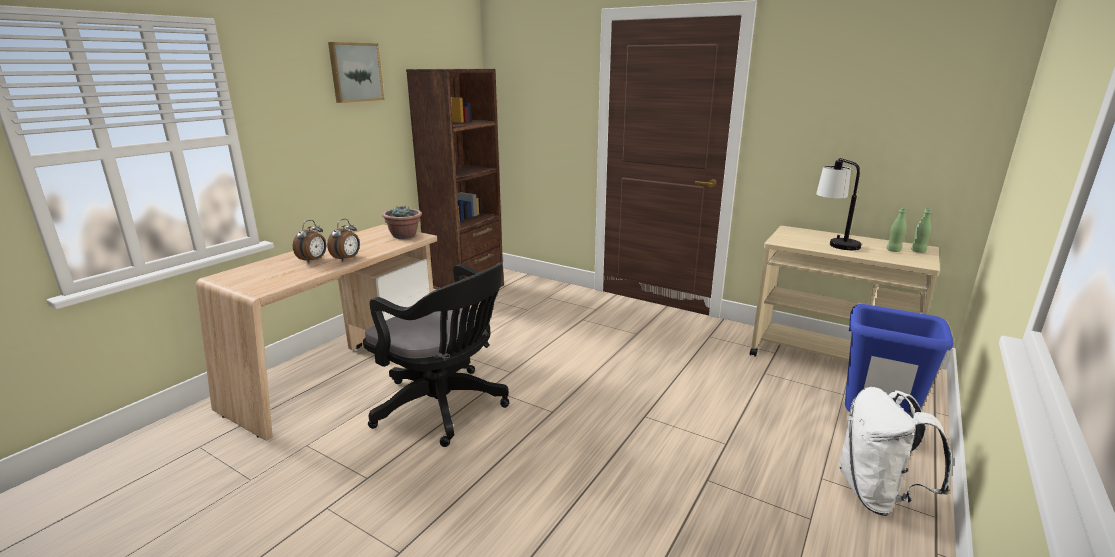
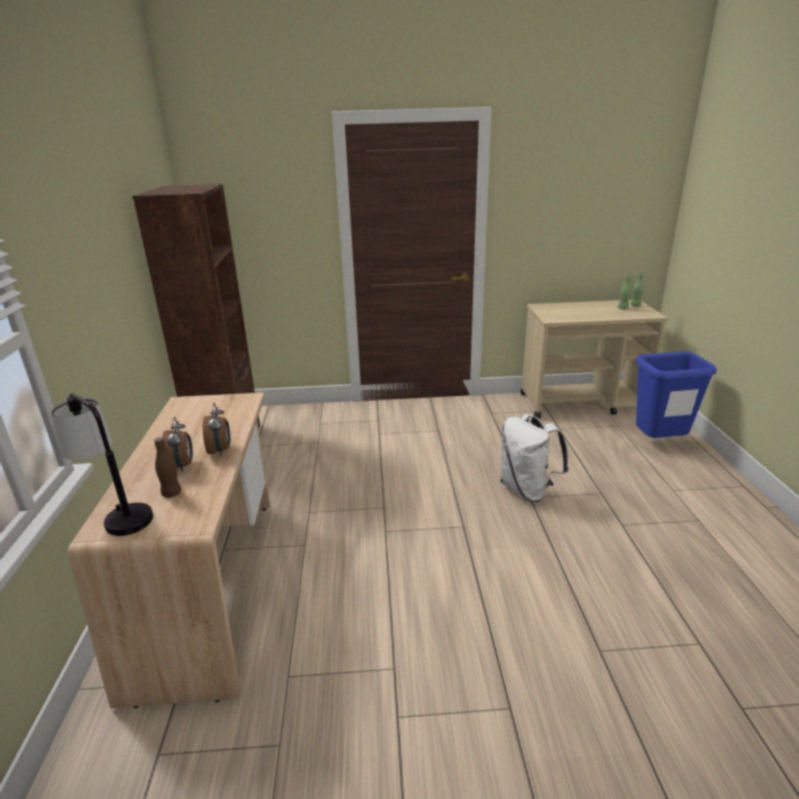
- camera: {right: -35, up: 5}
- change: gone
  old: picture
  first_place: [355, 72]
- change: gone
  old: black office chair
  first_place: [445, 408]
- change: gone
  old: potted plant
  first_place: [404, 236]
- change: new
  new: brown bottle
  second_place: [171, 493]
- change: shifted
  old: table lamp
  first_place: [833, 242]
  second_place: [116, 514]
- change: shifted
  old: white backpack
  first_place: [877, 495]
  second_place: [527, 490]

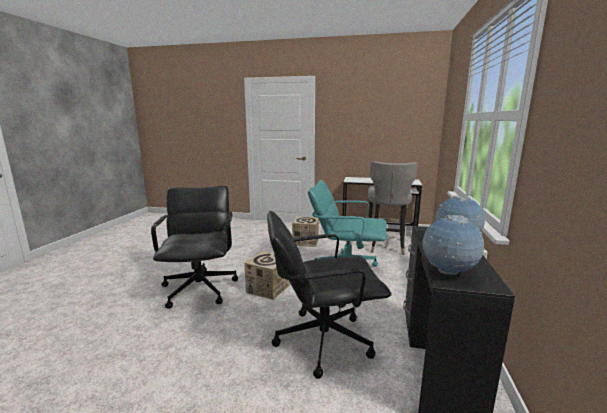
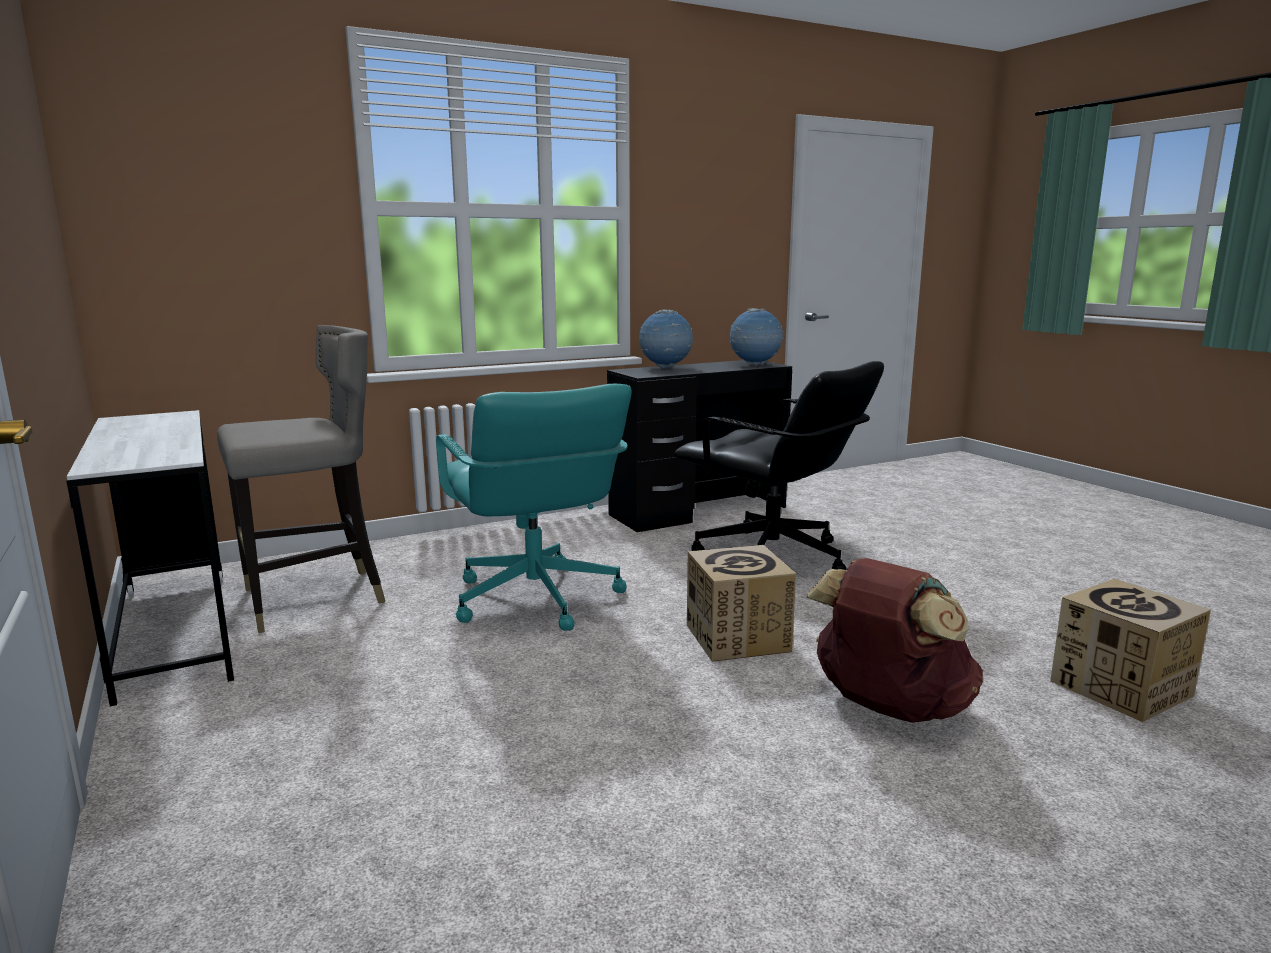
- camera: {right: -130, up: 0}
- change: shifted
  old: cardboard box
  first_place: [305, 242]
  second_place: [1120, 688]
- change: swapped
  old: black office chair
  new: brown backpack
  first_place: [200, 288]
  second_place: [888, 708]

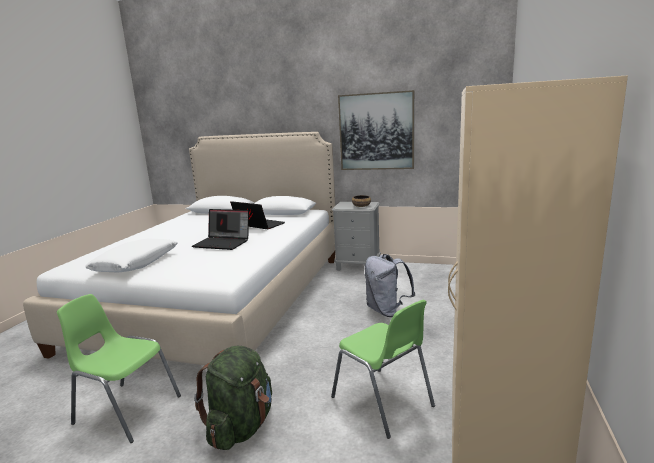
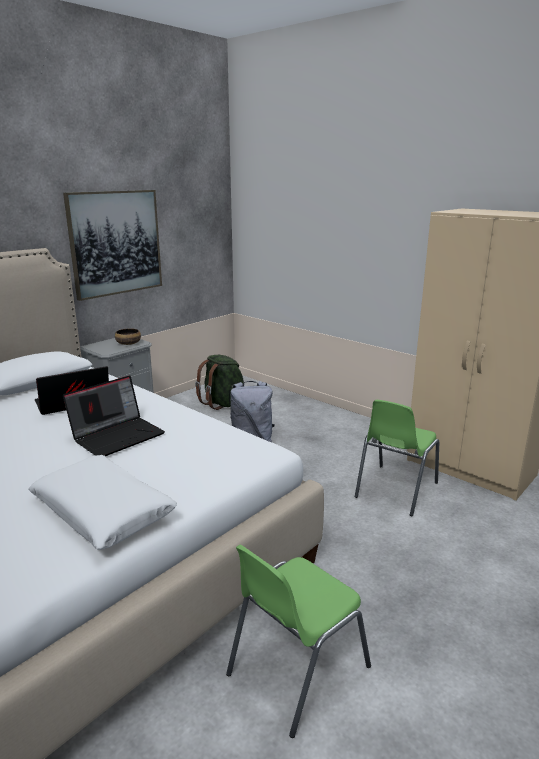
- camera: {right: -65, up: 5}
- change: shifted
  old: green backpack
  first_place: [241, 426]
  second_place: [223, 404]
- change: rotated
  old: green chair
  first_place: [383, 402]
  second_place: [394, 490]
  degrees: 135

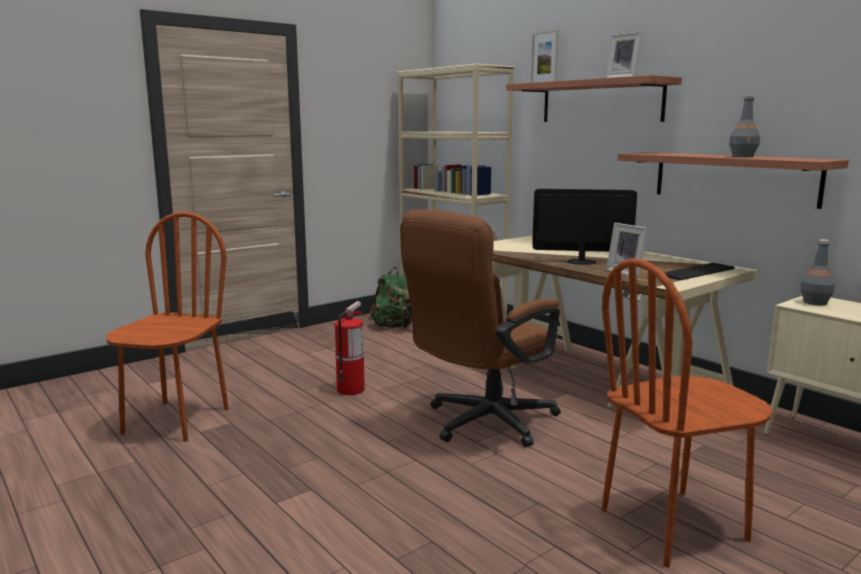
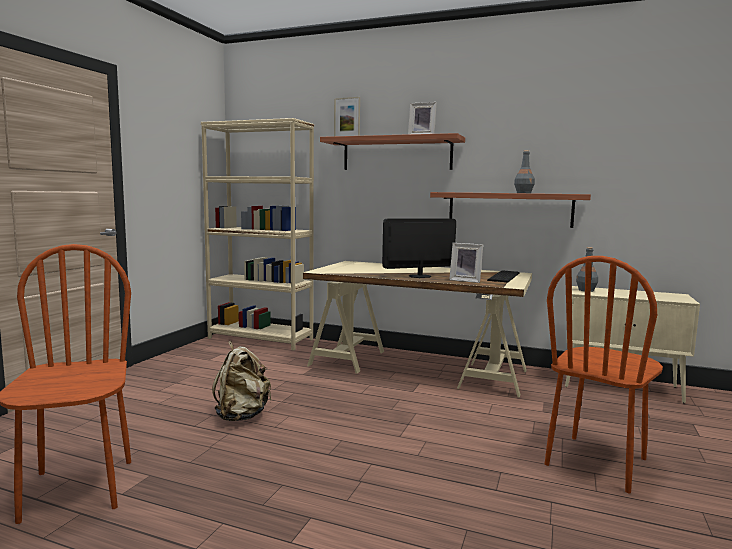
- camera: {right: -30, up: -5}
- change: gone
  old: green backpack
  first_place: [394, 327]
- change: gone
  old: brown office chair
  first_place: [481, 424]
- change: swapped
  old: fire extinguisher
  new: beige backpack
  first_place: [351, 389]
  second_place: [242, 416]

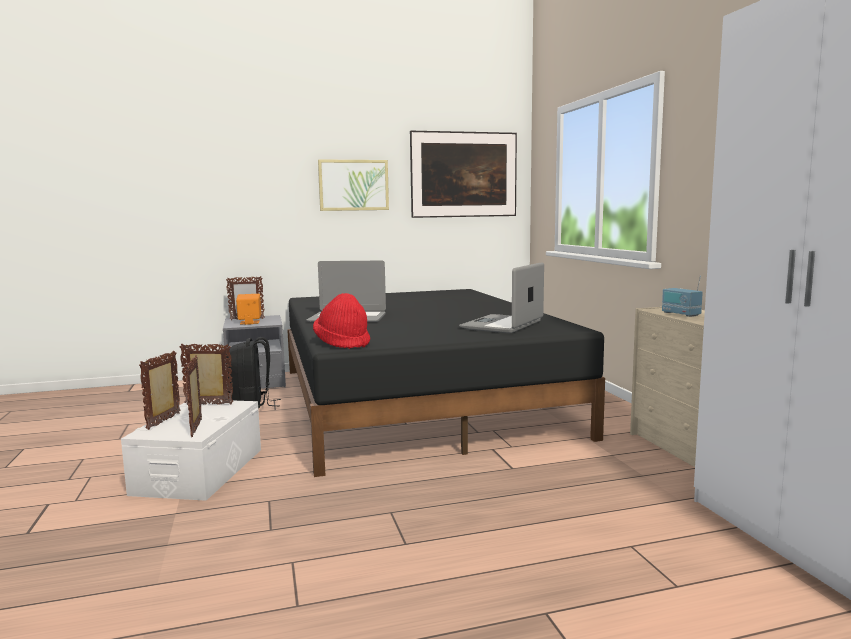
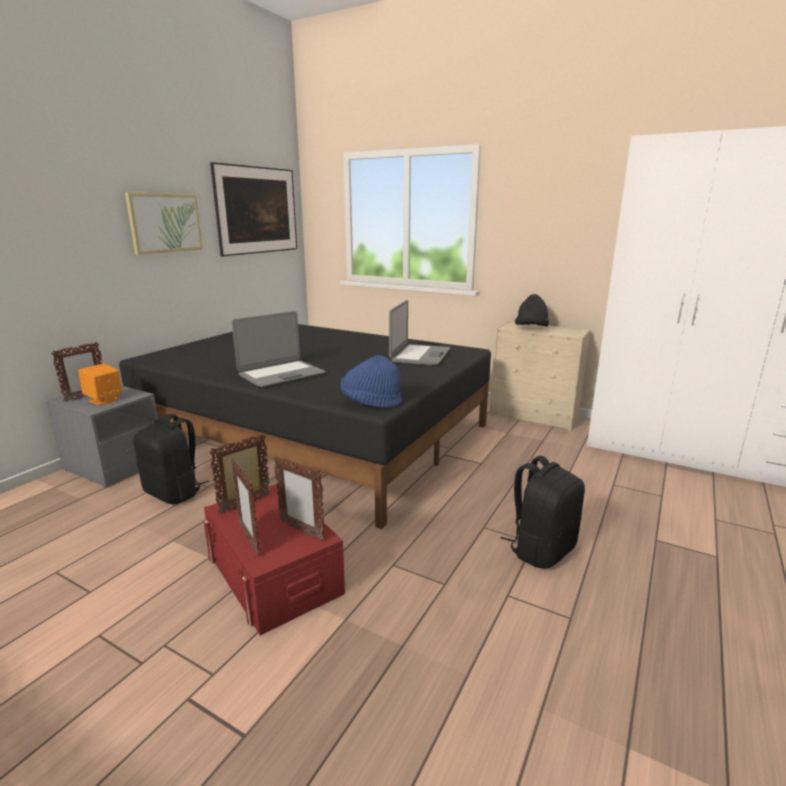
- camera: {right: -45, up: 10}
- change: new
  new: black backpack
  second_place: [541, 550]
- change: swapped
  old: radio
  new: black hat
  first_place: [680, 314]
  second_place: [531, 329]
- change: repainted
  old: white storage box
  new: red storage box
  first_place: [199, 471]
  second_place: [274, 574]
- change: repainted
  old: red hat
  new: blue hat
  first_place: [343, 343]
  second_place: [371, 402]
- change: rotated
  old: laptop
  first_place: [503, 325]
  second_place: [420, 355]
  degrees: -150

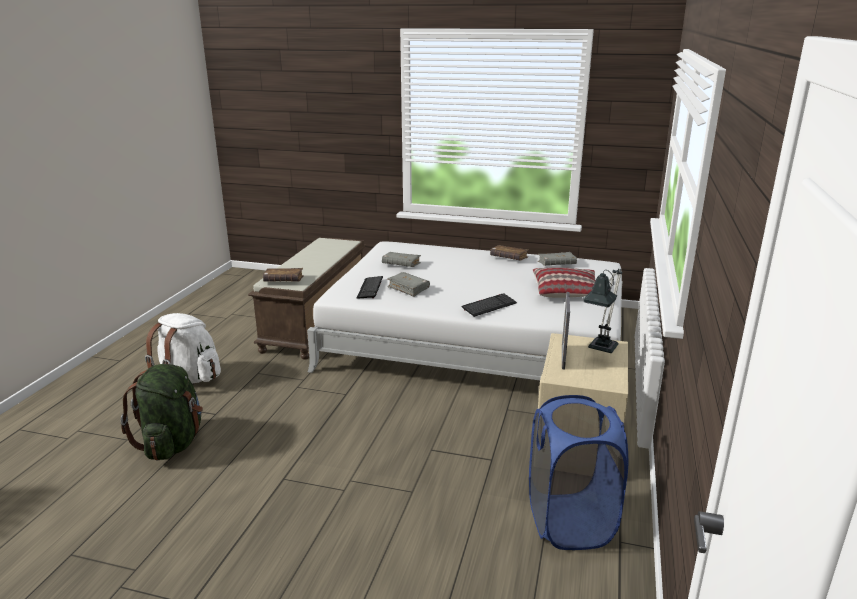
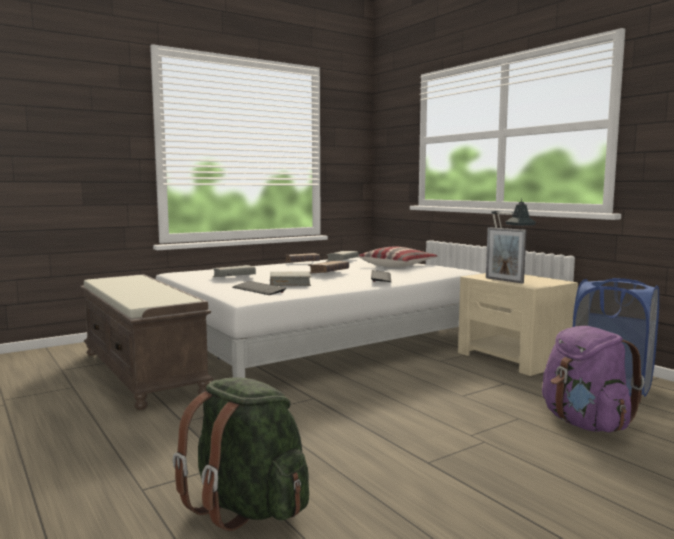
- camera: {right: -50, up: -15}
- change: gone
  old: white backpack
  first_place: [189, 378]
- change: new
  new: purple backpack
  second_place: [585, 423]
- change: shifted
  old: brown book
  first_place: [283, 280]
  second_place: [329, 272]

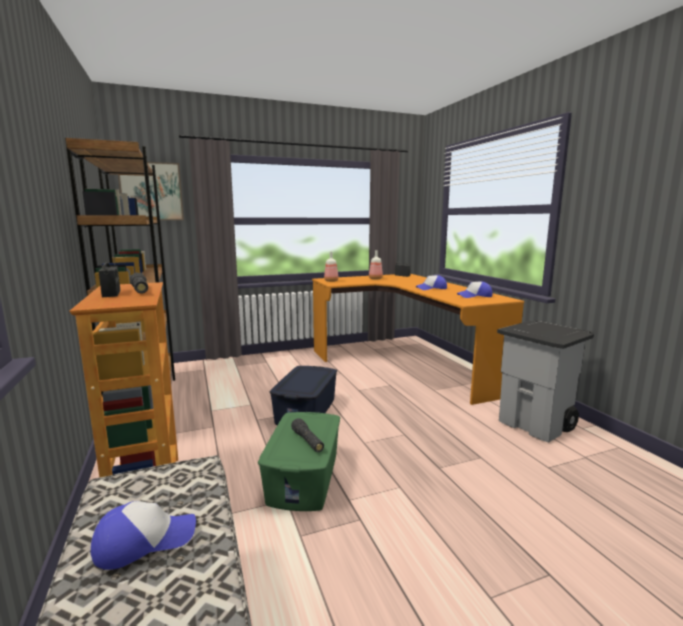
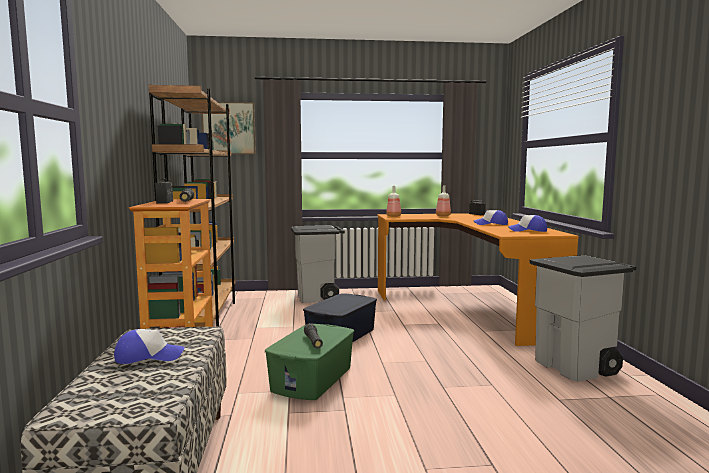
- camera: {right: 15, up: -5}
- change: new
  new: grey trash can
  second_place: [318, 298]

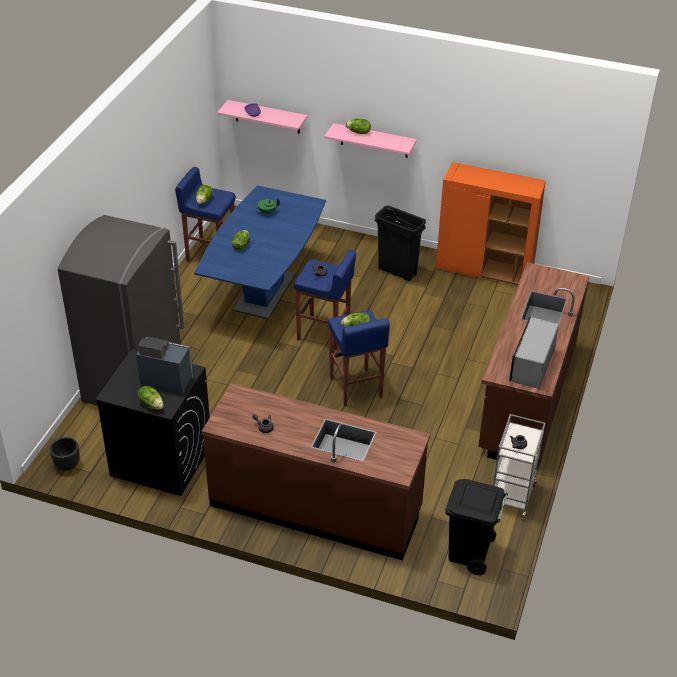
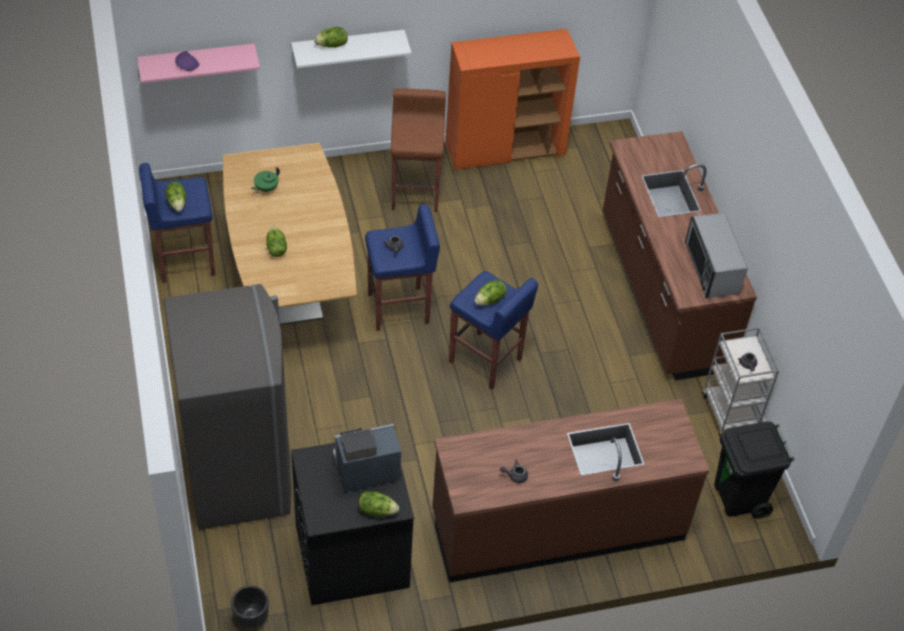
- camera: {right: -35, up: 10}
- change: swapped
  old: black trash can
  new: brown stool
  first_place: [397, 272]
  second_place: [416, 192]
- change: repainted
  old: blue dining table
  new: brown dining table
  first_place: [264, 292]
  second_place: [290, 285]
- change: repainted
  old: pink shelf
  new: white shelf
  first_place: [374, 140]
  second_place: [348, 47]

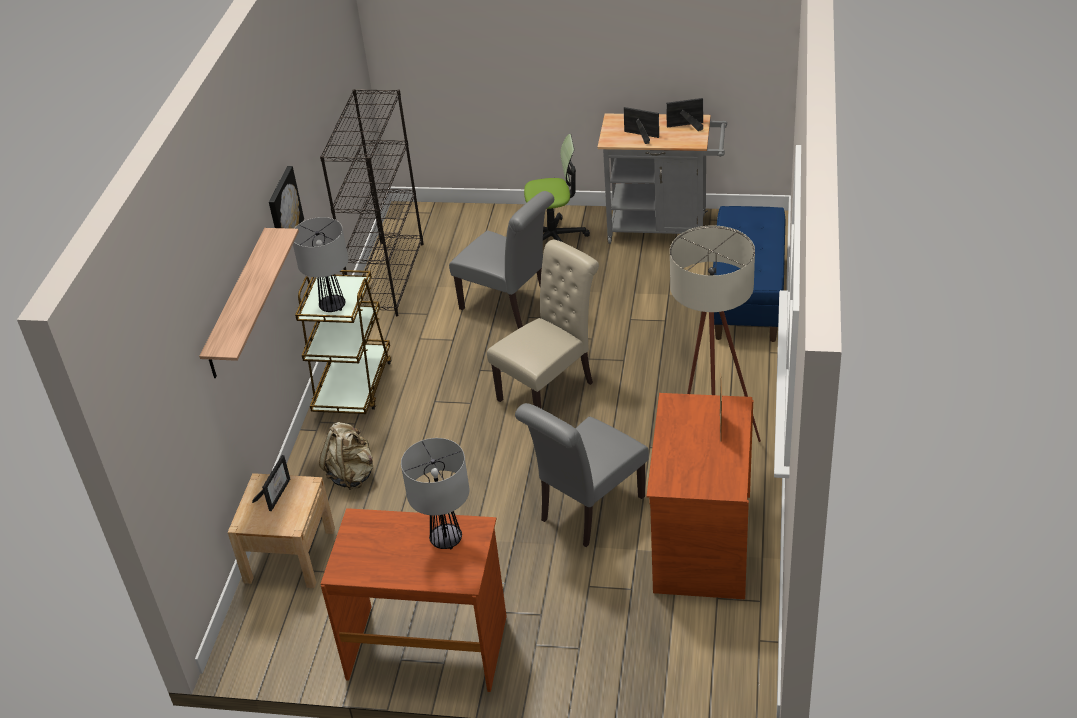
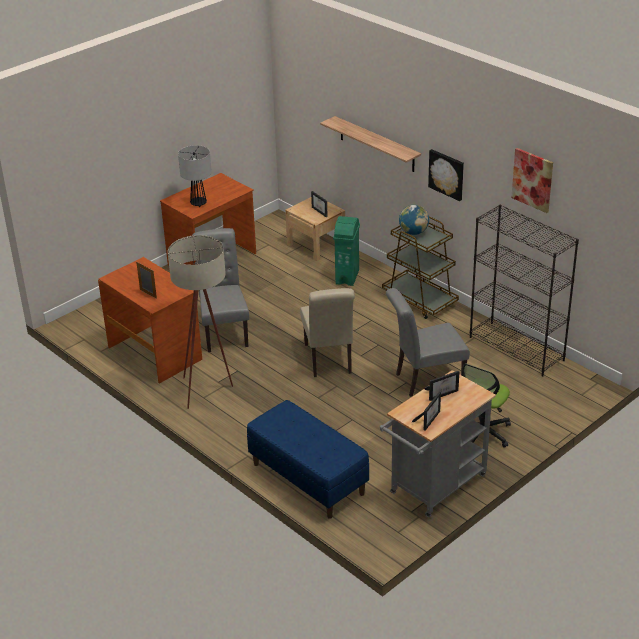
- camera: {right: 125, up: -5}
- change: new
  new: picture
  second_place: [532, 180]
- change: swapped
  old: table lamp
  new: globe
  first_place: [332, 306]
  second_place: [413, 232]
- change: swapped
  old: beige backpack
  new: green trash can
  first_place: [352, 475]
  second_place: [347, 277]

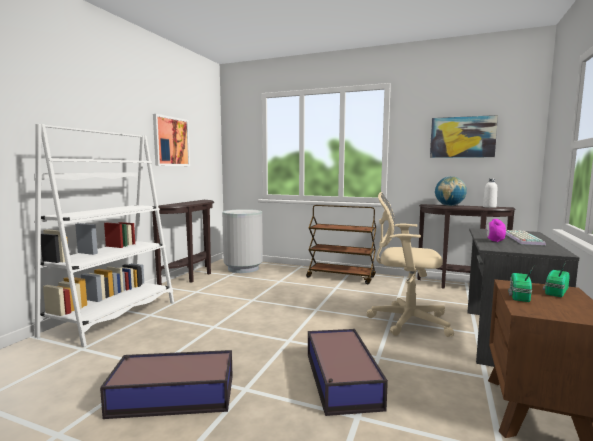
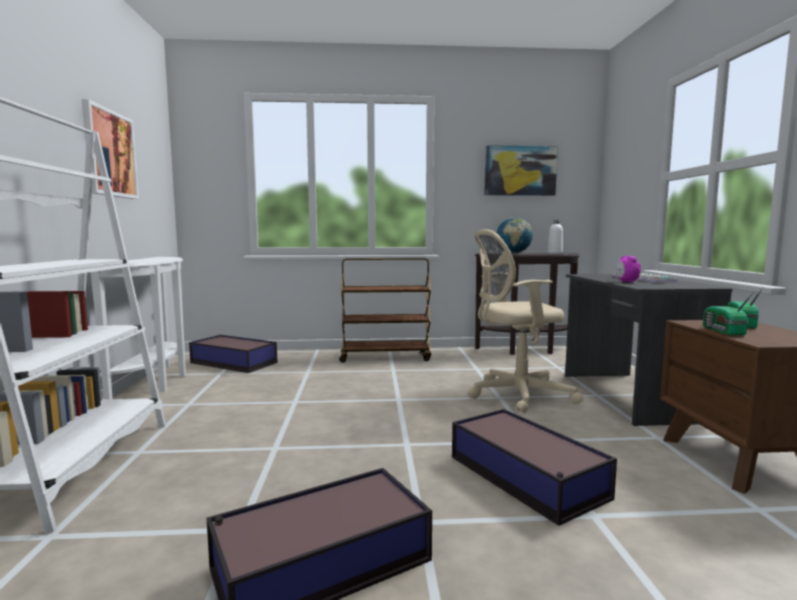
- camera: {right: -25, up: 0}
- change: swapped
  old: grey trash can
  new: storage box
  first_place: [243, 268]
  second_place: [233, 362]
- change: repainted
  old: brown console table
  new: white console table
  first_place: [192, 276]
  second_place: [157, 383]

